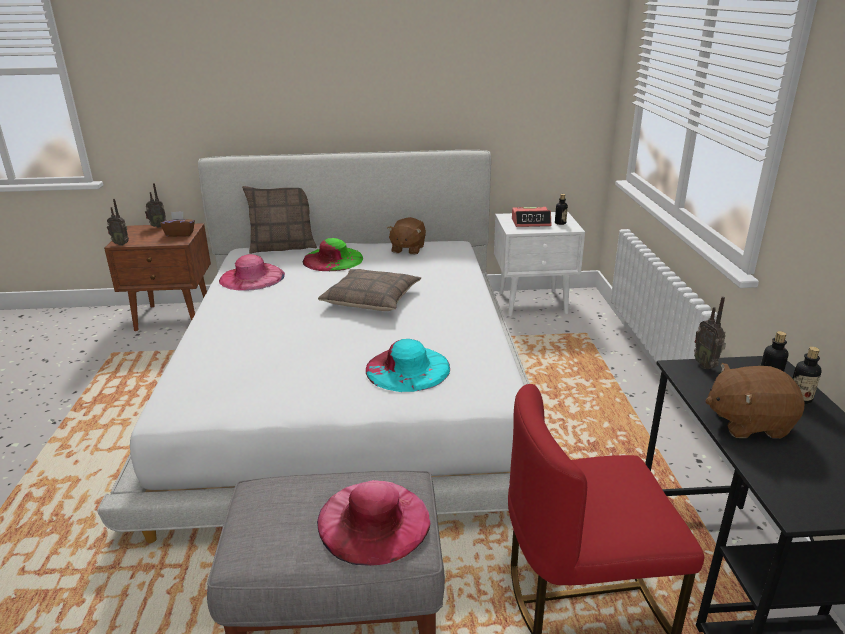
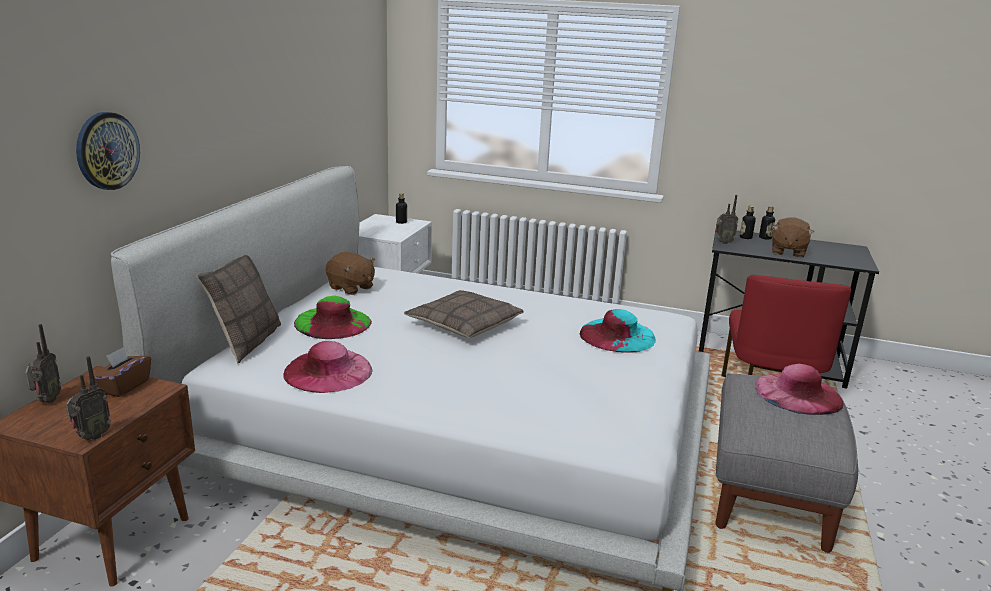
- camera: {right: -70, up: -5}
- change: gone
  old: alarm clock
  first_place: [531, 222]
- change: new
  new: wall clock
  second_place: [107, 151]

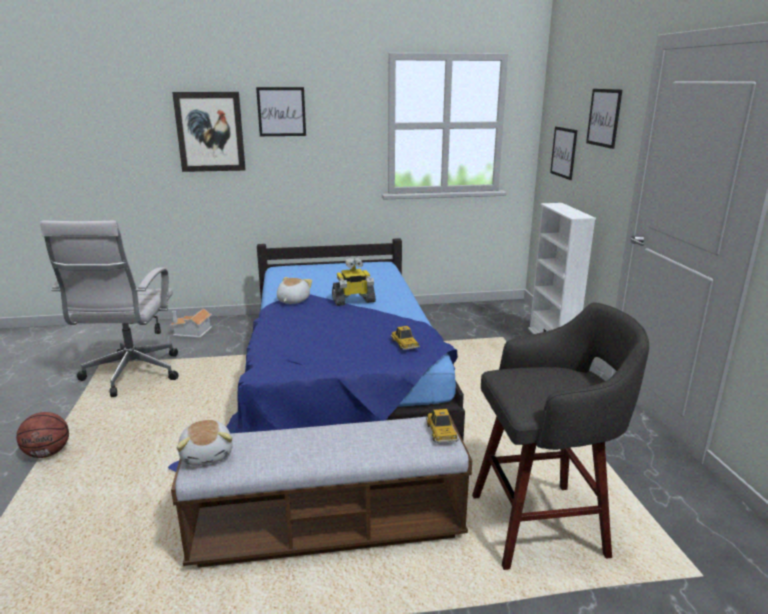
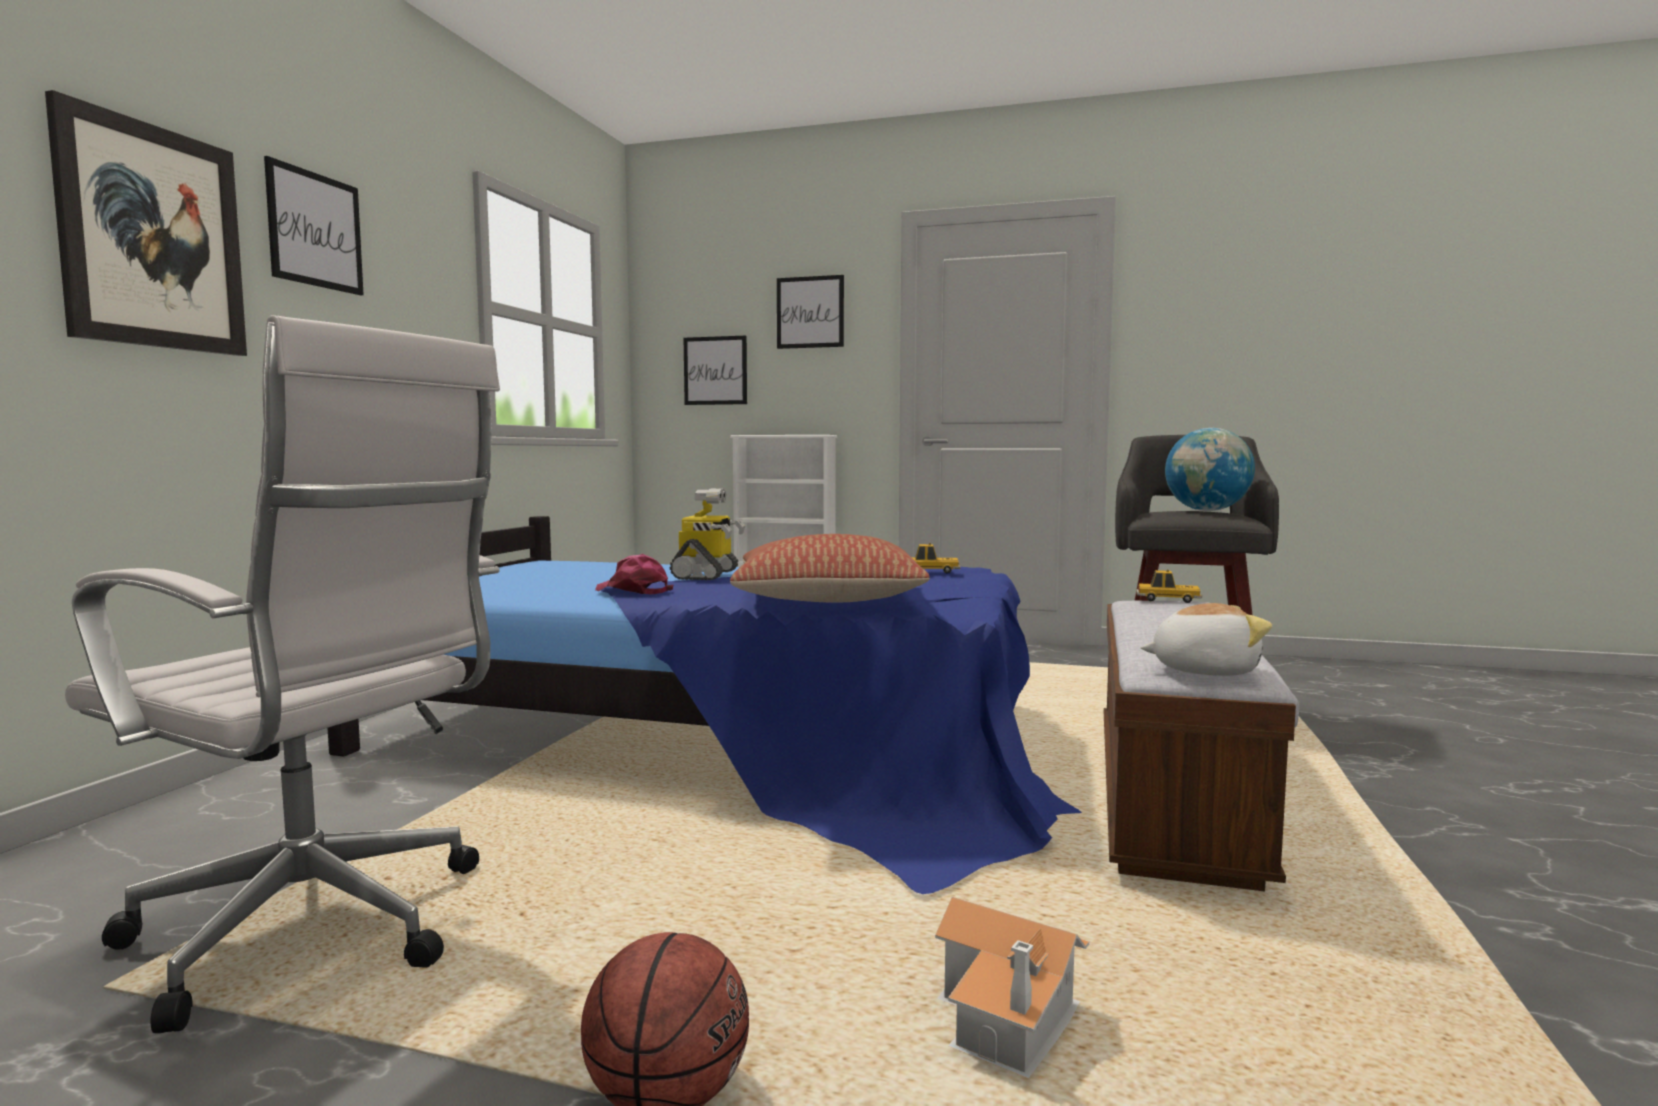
- camera: {right: -65, up: -15}
- change: new
  new: pillow
  second_place: [827, 599]
- change: new
  new: globe
  second_place: [1207, 511]
- change: shifted
  old: toy house
  first_place: [192, 332]
  second_place: [1009, 1021]
- change: swapped
  old: plush toy
  new: pink cap
  first_place: [292, 301]
  second_place: [633, 591]

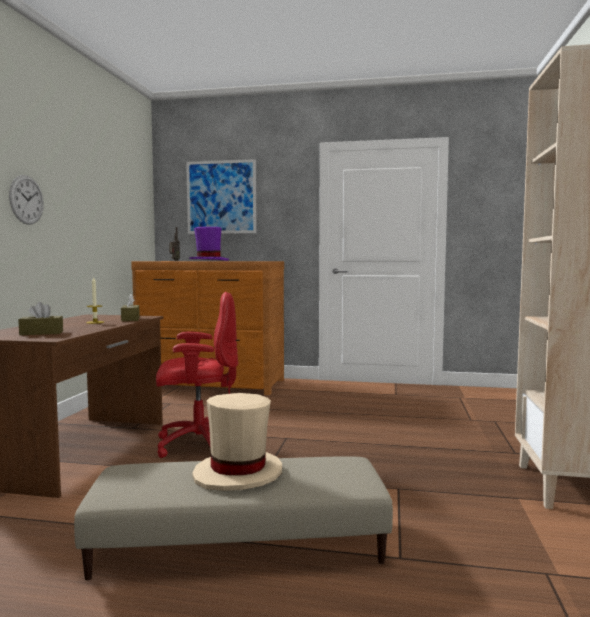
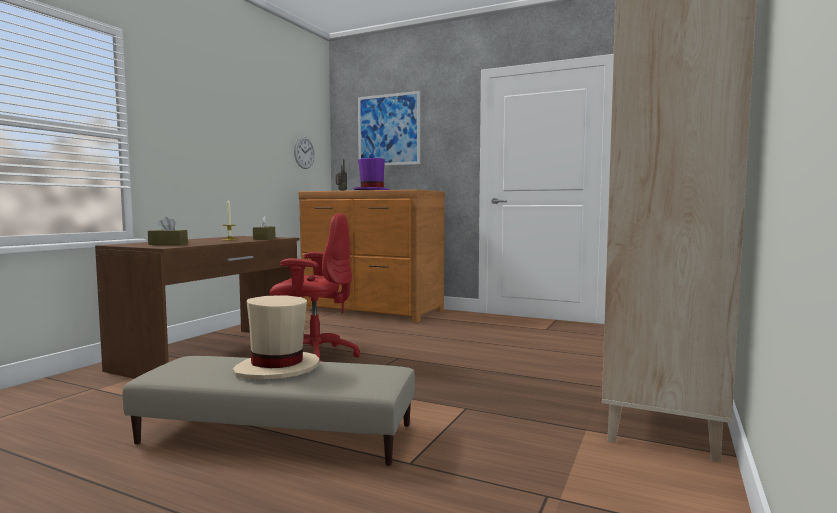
- camera: {right: 15, up: 0}
- change: shifted
  old: wall clock
  first_place: [26, 200]
  second_place: [304, 152]

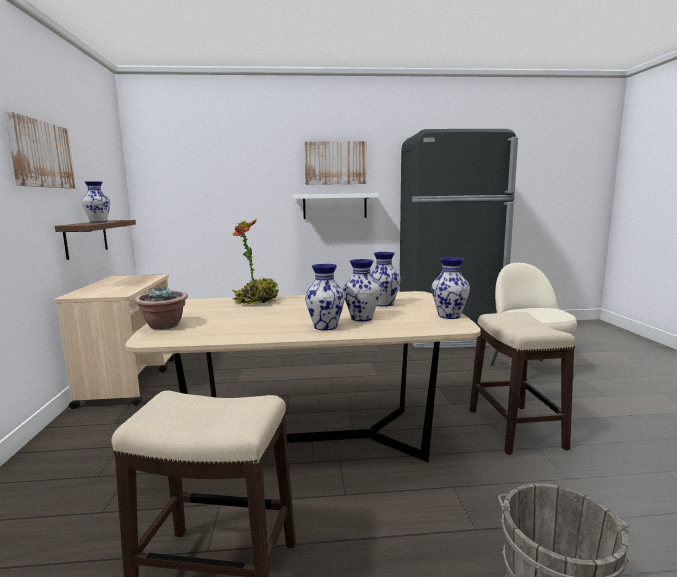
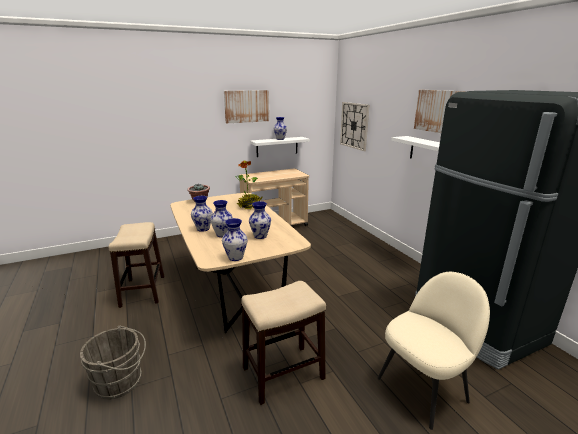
- camera: {right: 70, up: 10}
- change: new
  new: wall clock
  second_place: [354, 125]
- change: repainted
  old: brown shelf
  new: white shelf
  first_place: [86, 238]
  second_place: [277, 146]

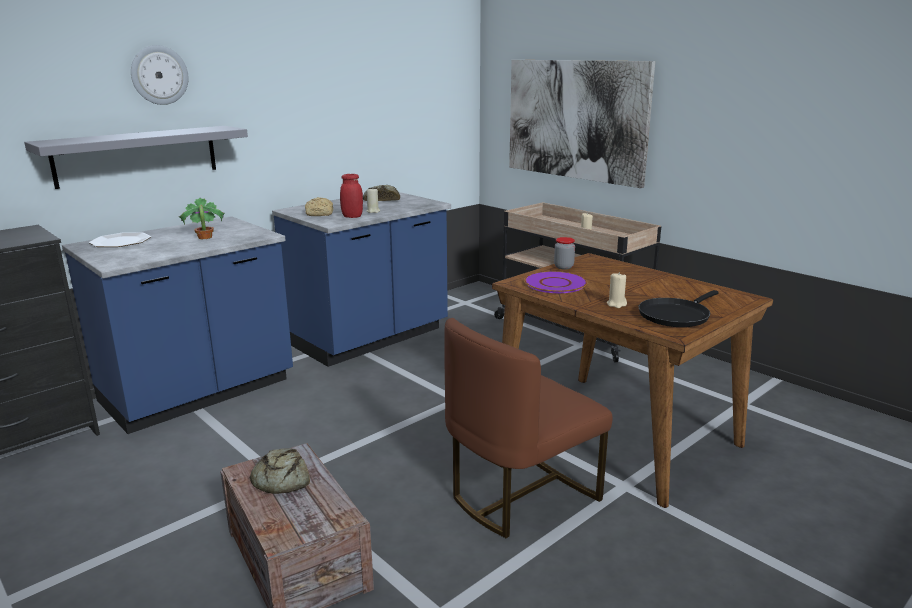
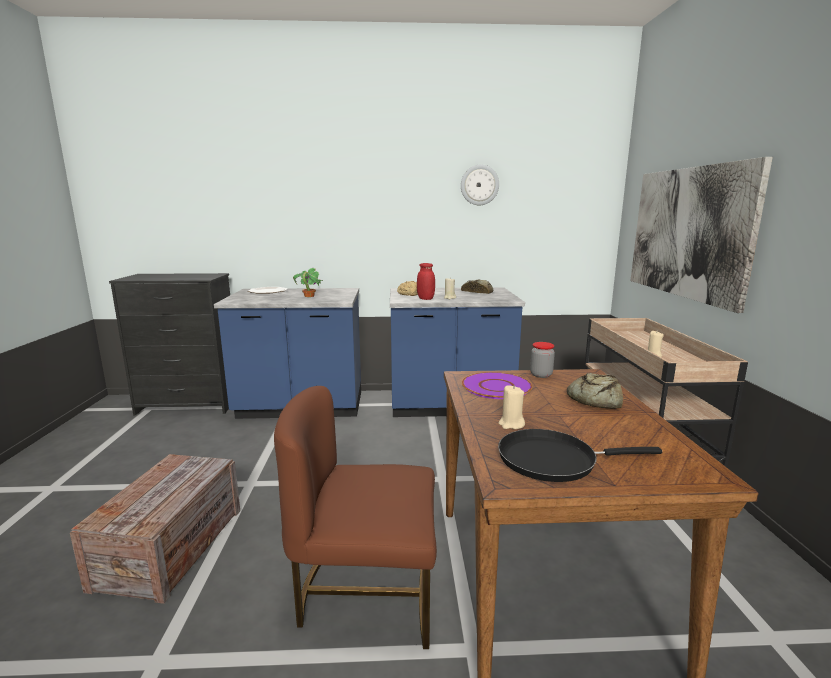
- camera: {right: 40, up: -5}
- change: gone
  old: grey shelf
  first_place: [137, 155]
- change: shifted
  old: wall clock
  first_place: [159, 75]
  second_place: [479, 185]
- change: shifted
  old: bread
  first_place: [281, 479]
  second_place: [594, 399]

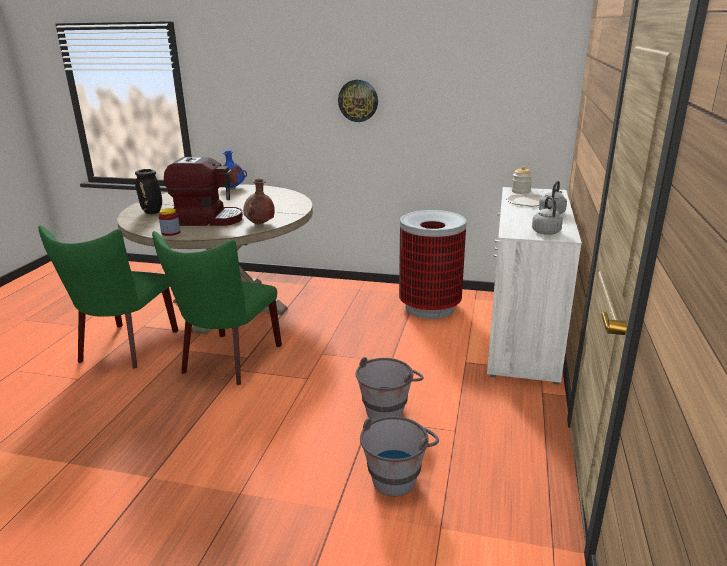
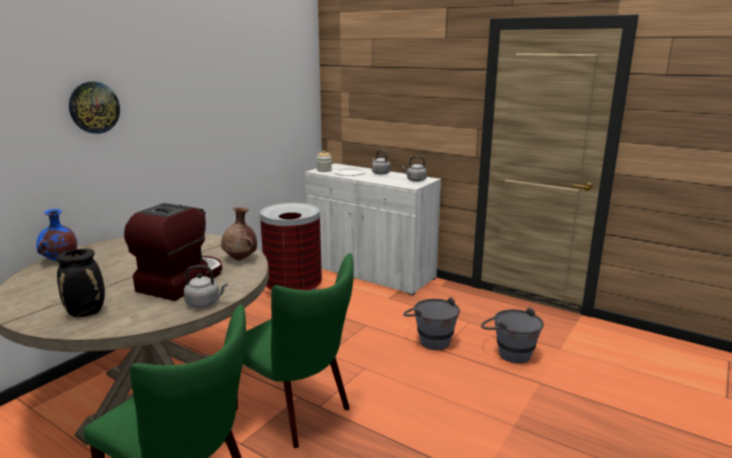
- camera: {right: -70, up: -5}
- change: shifted
  old: wall clock
  first_place: [358, 100]
  second_place: [94, 107]
- change: swapped
  old: jar
  new: grey kettle
  first_place: [171, 233]
  second_place: [205, 303]

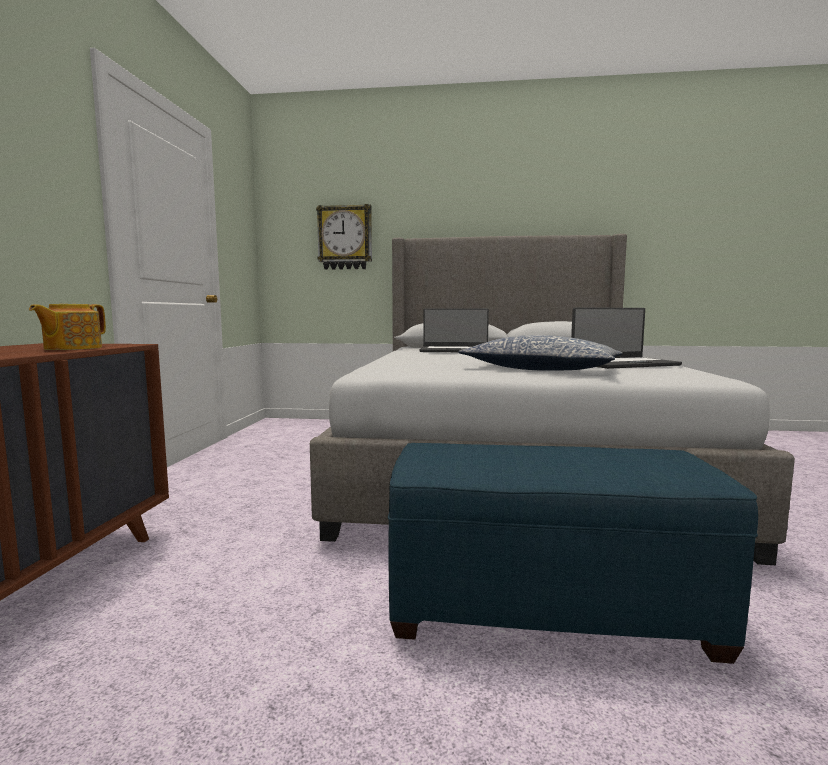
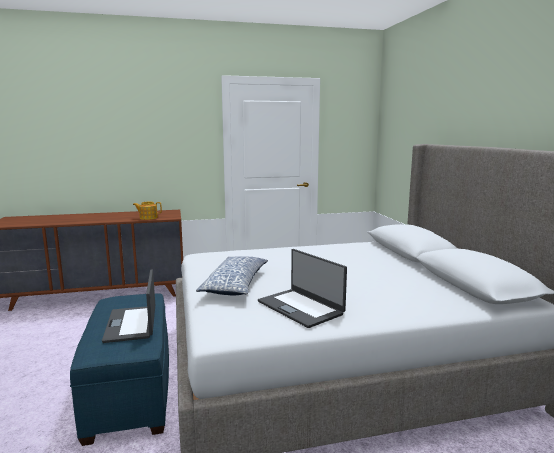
- camera: {right: 70, up: 5}
- change: gone
  old: wall clock
  first_place: [345, 238]
- change: shifted
  old: laptop
  first_place: [454, 350]
  second_place: [132, 324]

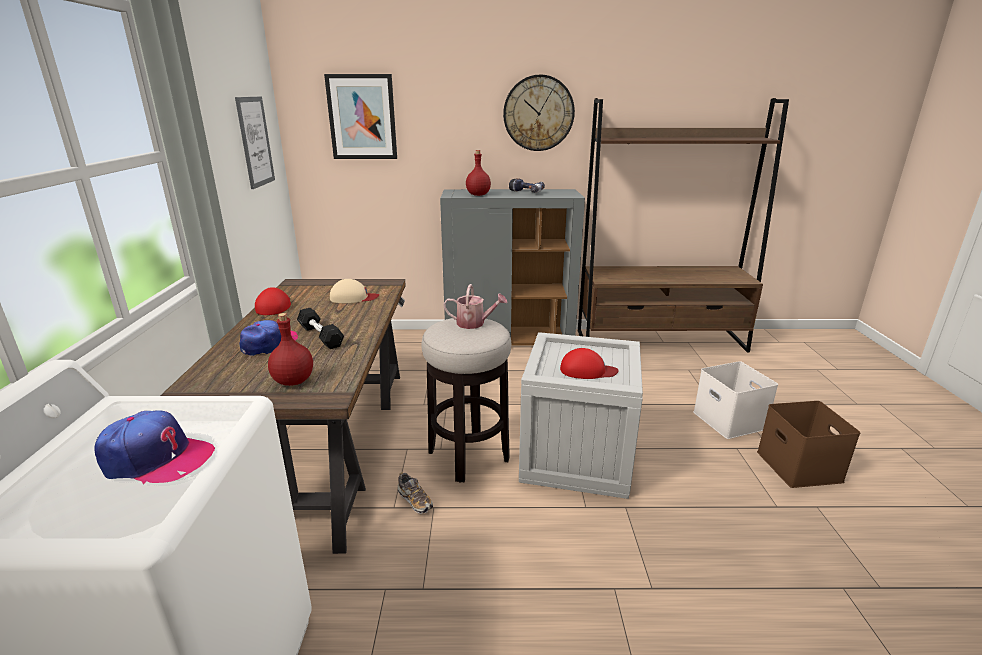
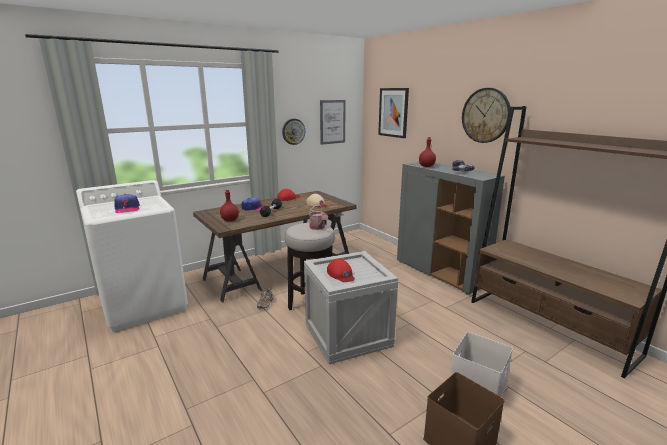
- camera: {right: 55, up: -5}
- change: new
  new: wall clock
  second_place: [293, 131]

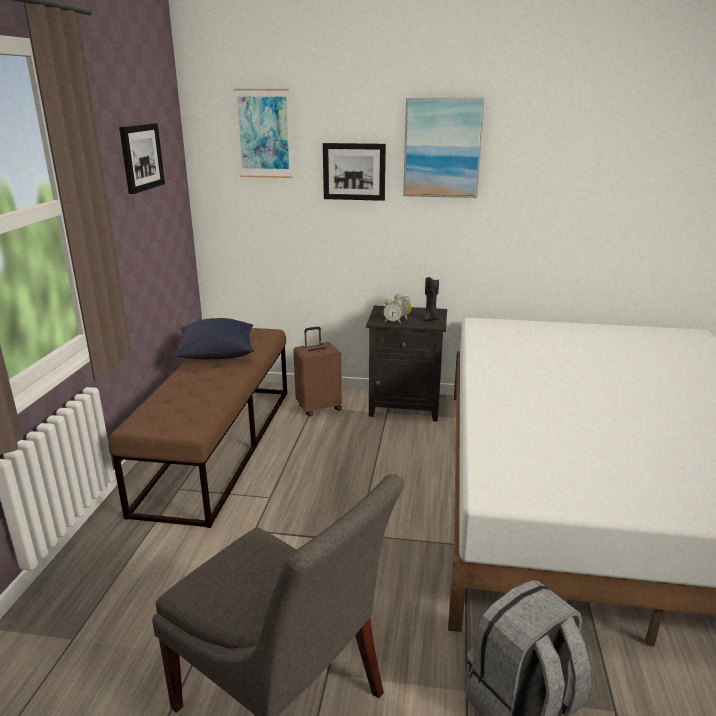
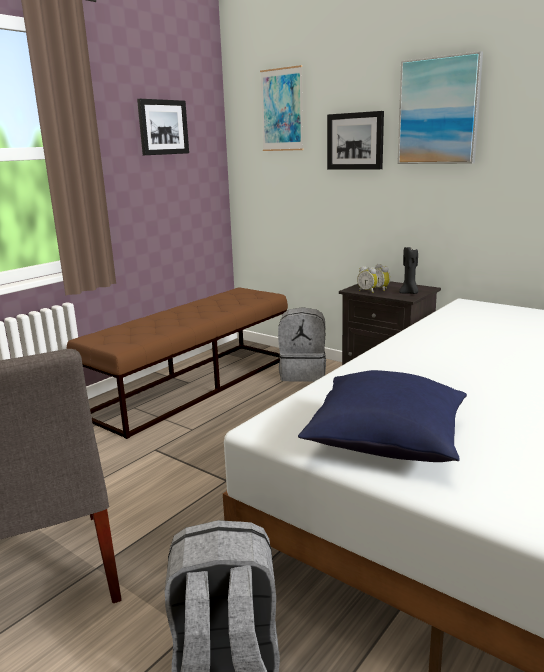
- camera: {right: 30, up: -5}
- change: shifted
  old: blue pillow
  first_place: [217, 354]
  second_place: [386, 442]
- change: swapped
  old: brown suitcase
  new: grey backpack
  first_place: [318, 408]
  second_place: [303, 373]

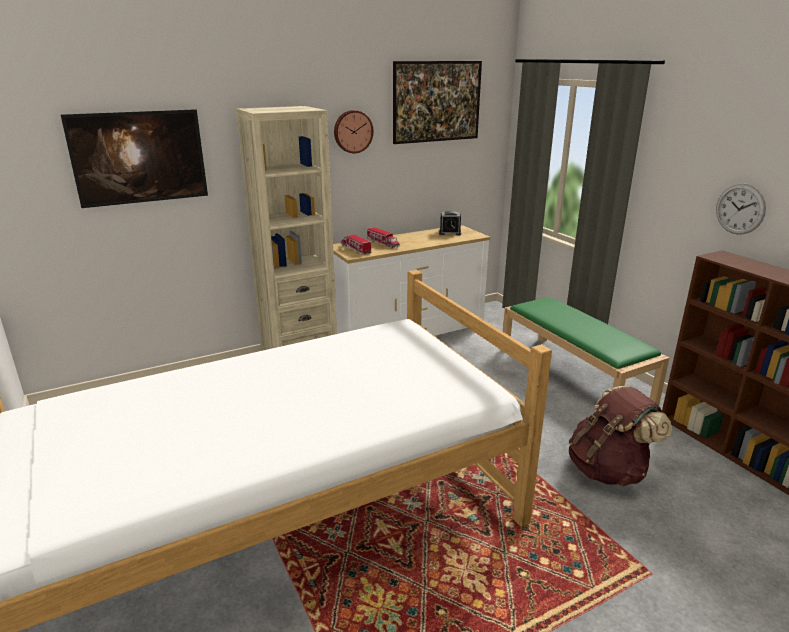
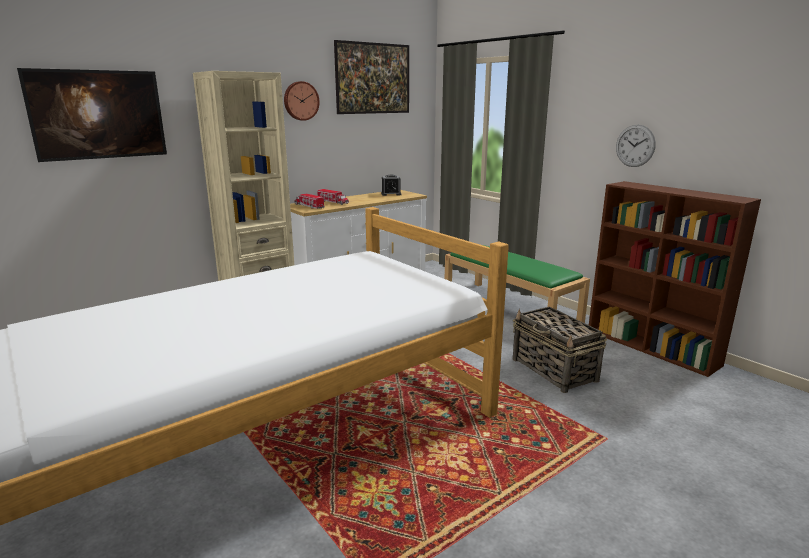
- camera: {right: -10, up: -5}
- change: swapped
  old: brown backpack
  new: basket
  first_place: [608, 470]
  second_place: [554, 370]

